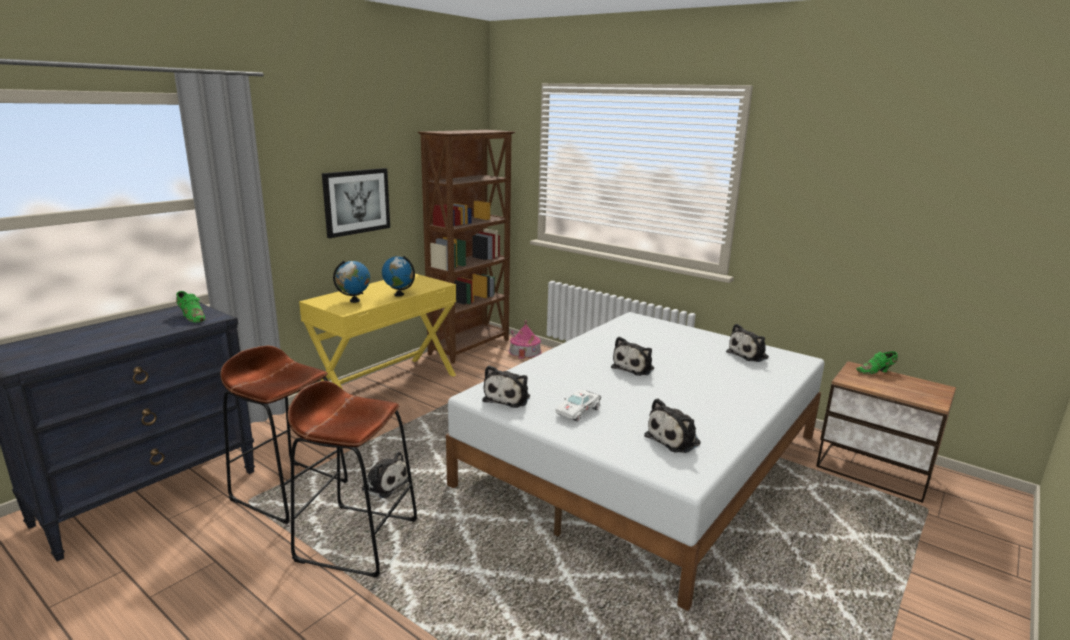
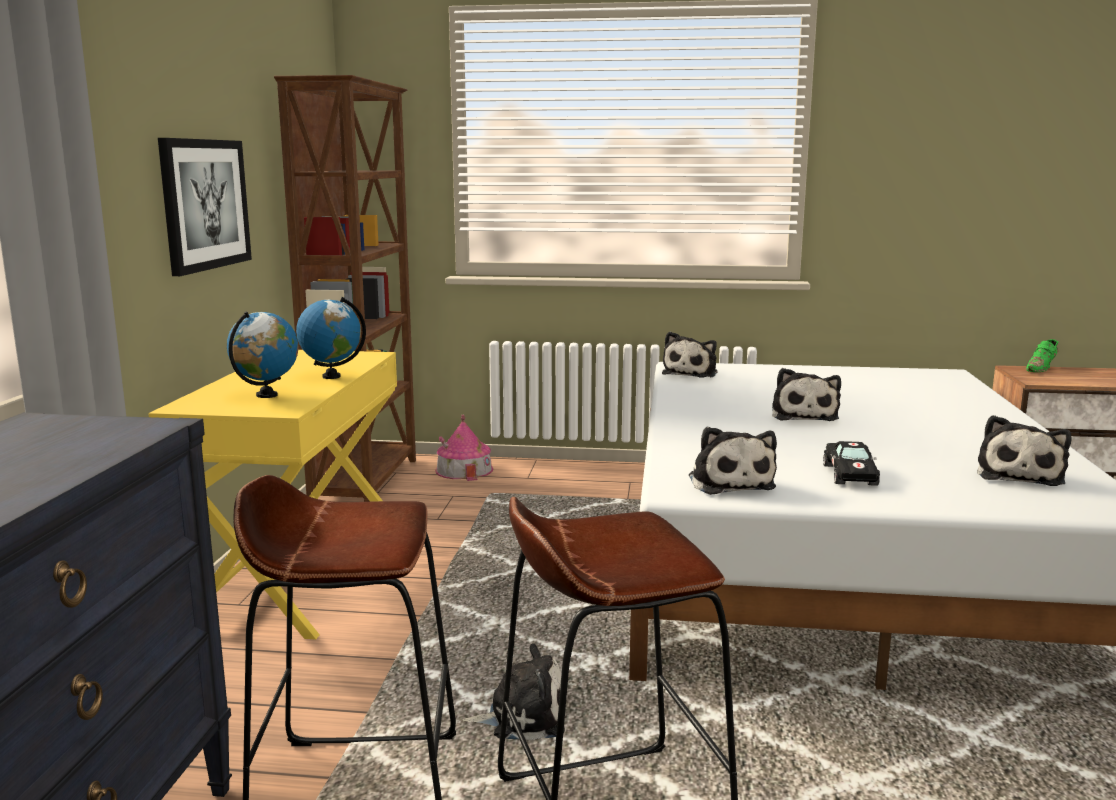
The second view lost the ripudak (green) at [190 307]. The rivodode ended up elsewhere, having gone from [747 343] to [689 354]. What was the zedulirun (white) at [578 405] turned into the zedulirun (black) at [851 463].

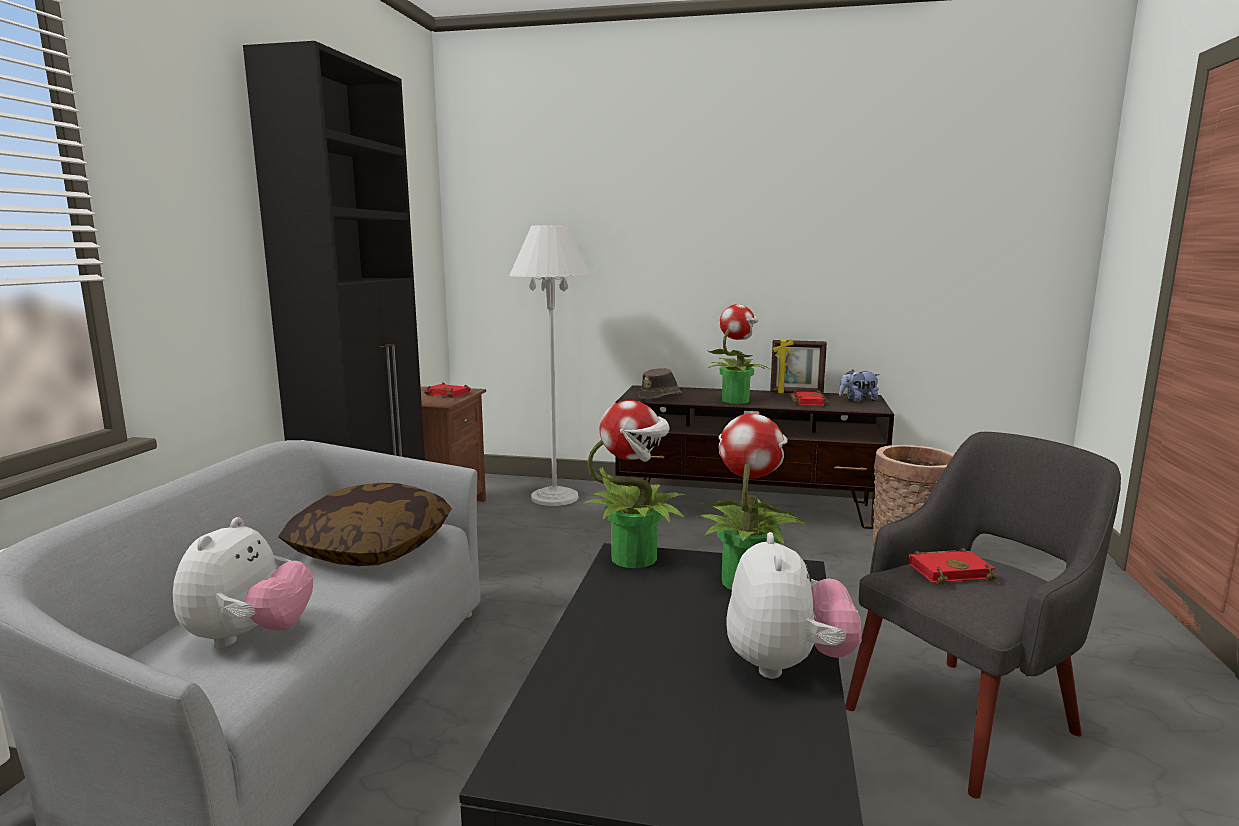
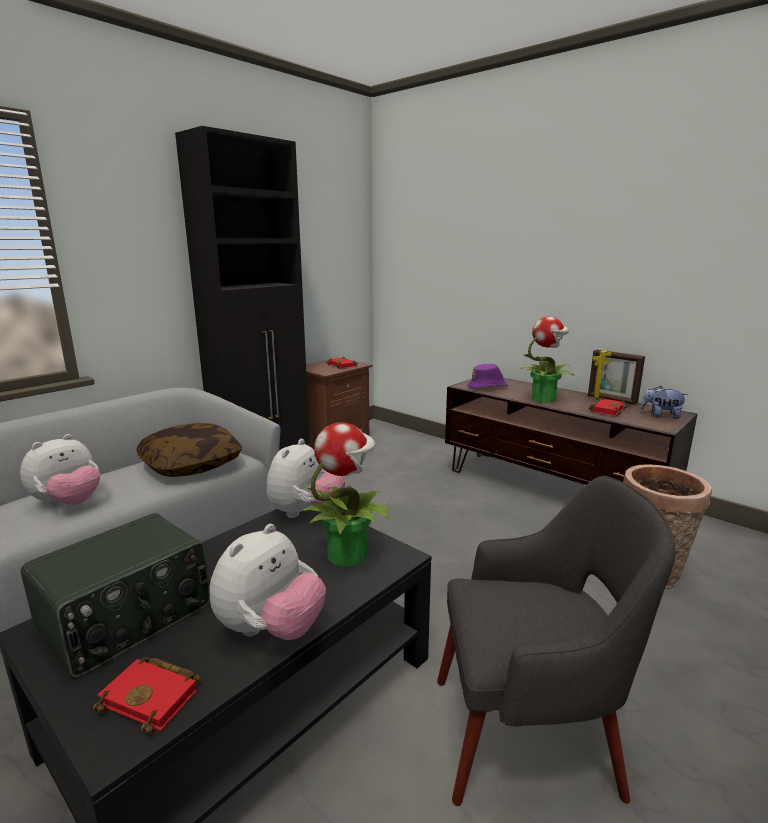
The second view lost the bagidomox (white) at [550 365]. The second view gained the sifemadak at [115 595]. The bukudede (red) ended up elsewhere, having gone from [952 566] to [146 695]. Where the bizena stood at [635 484], the rivodode came to stand at [306 478]. What was the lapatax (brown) at [660 383] turned into the lapatax (purple) at [487 376].

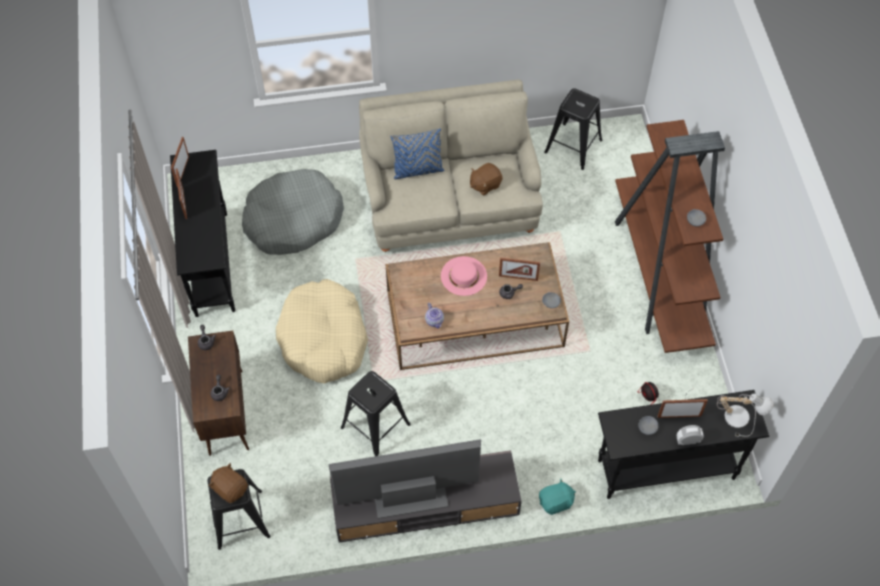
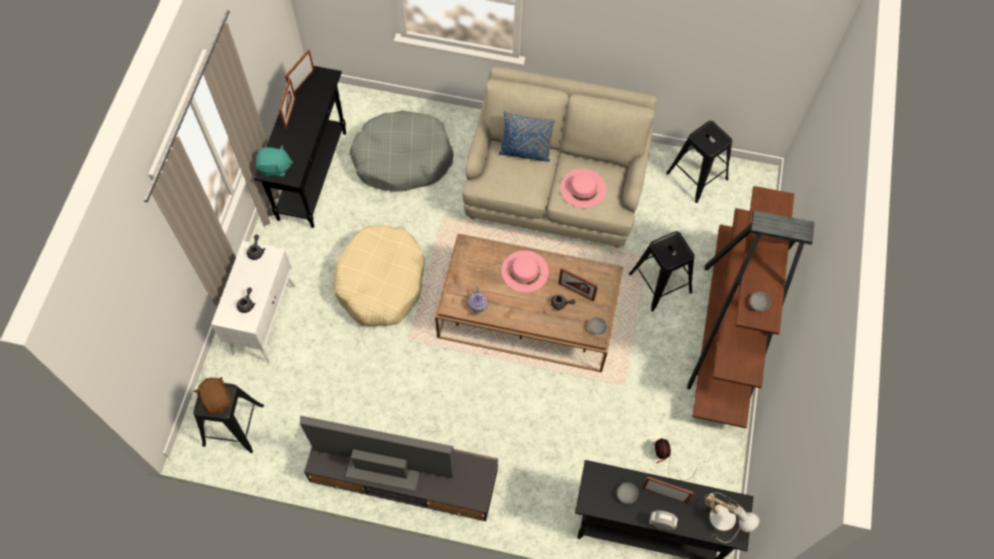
The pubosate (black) ended up elsewhere, having gone from [376 413] to [661 271]. The rivodode (turquoise) ended up elsewhere, having gone from [557 497] to [274 161]. Where the rivodode (brown) stood at [486 179], the lapatax (pink) came to stand at [583 188]. What was the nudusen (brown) at [218 393] turned into the nudusen (white) at [253 302].

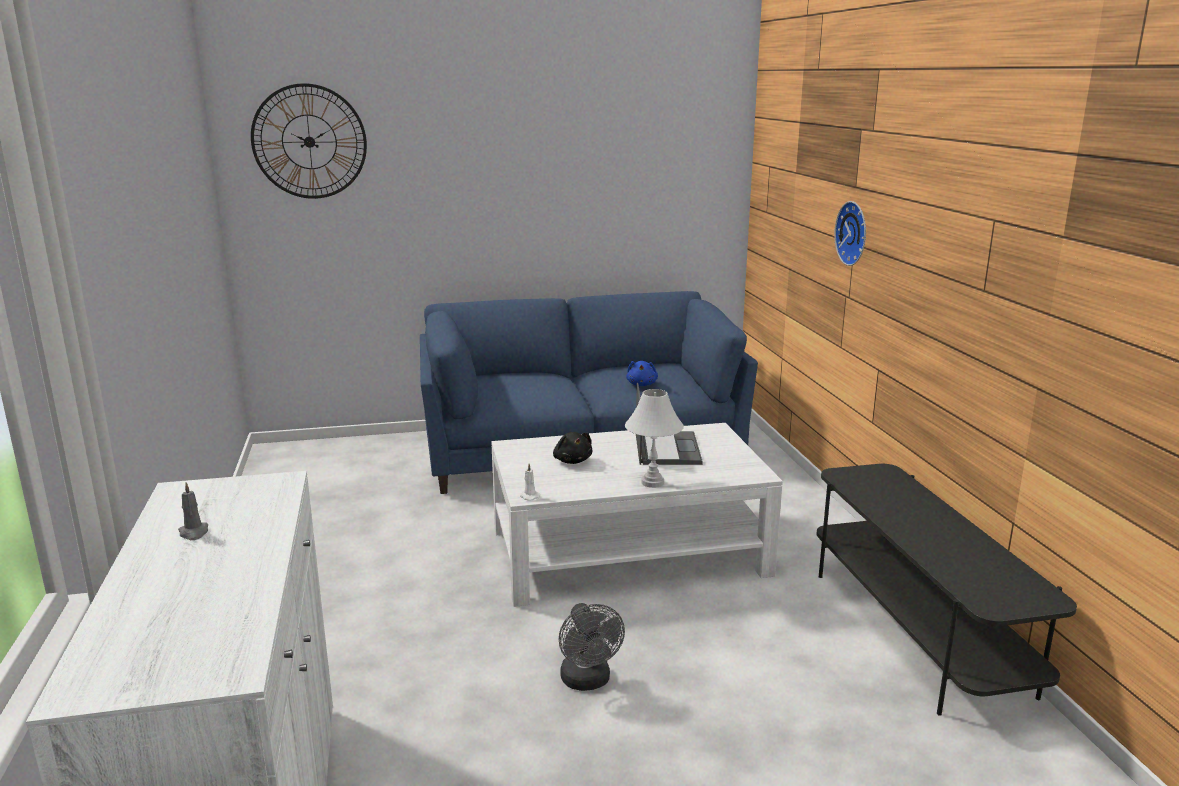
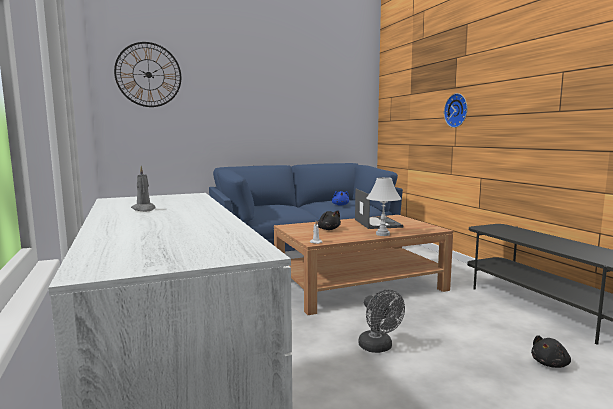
The second view gained the rivodode (black) at [551 351]. What was the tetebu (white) at [637 515] turned into the tetebu (brown) at [363 265].

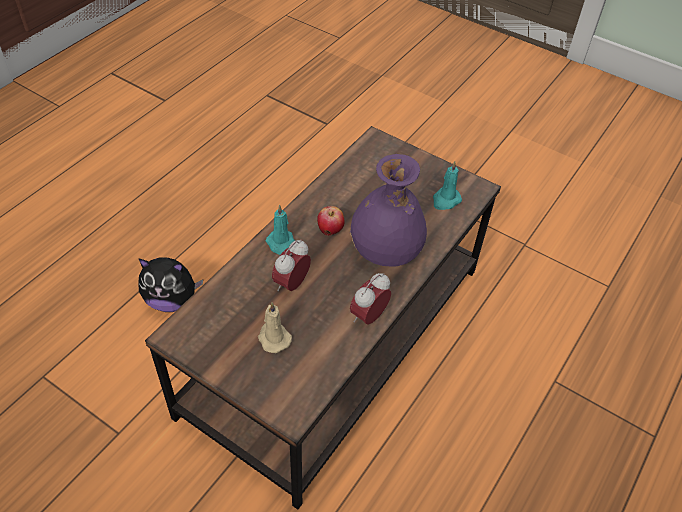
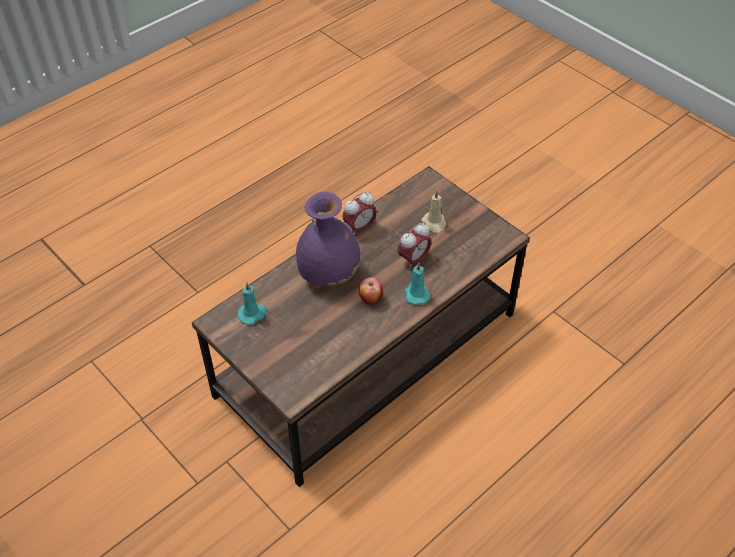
The second view lost the rivodode at [170 284].

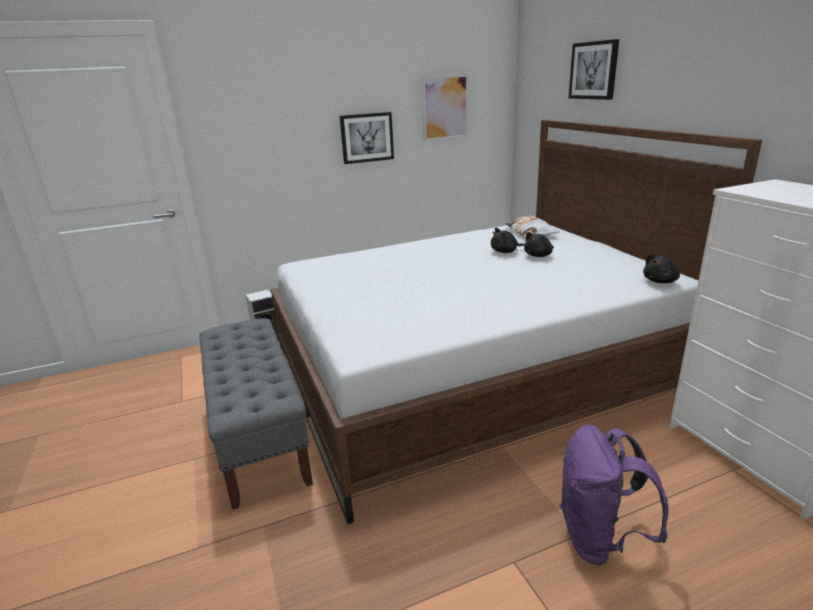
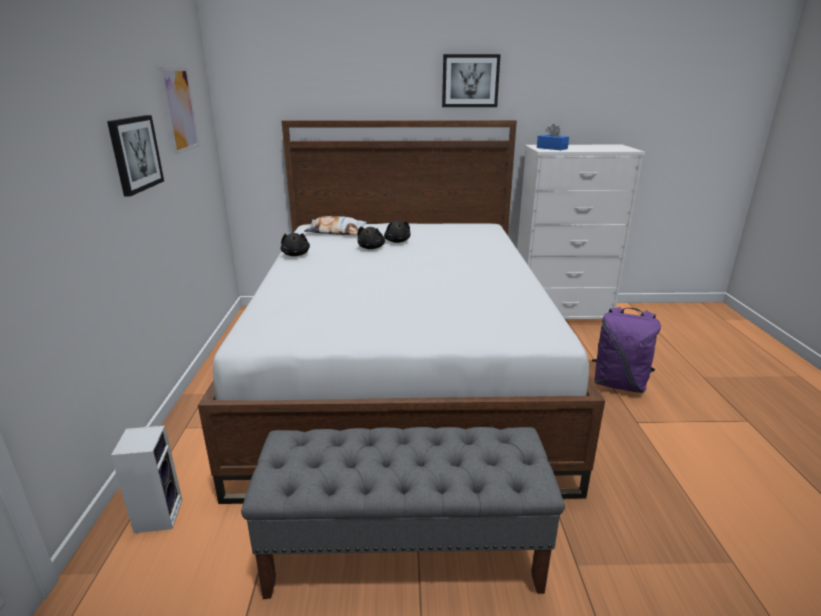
The second view gained the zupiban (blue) at [553 137]. The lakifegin ended up elsewhere, having gone from [594 69] to [471 80]. The rivodode (black) ended up elsewhere, having gone from [661 268] to [295 244].

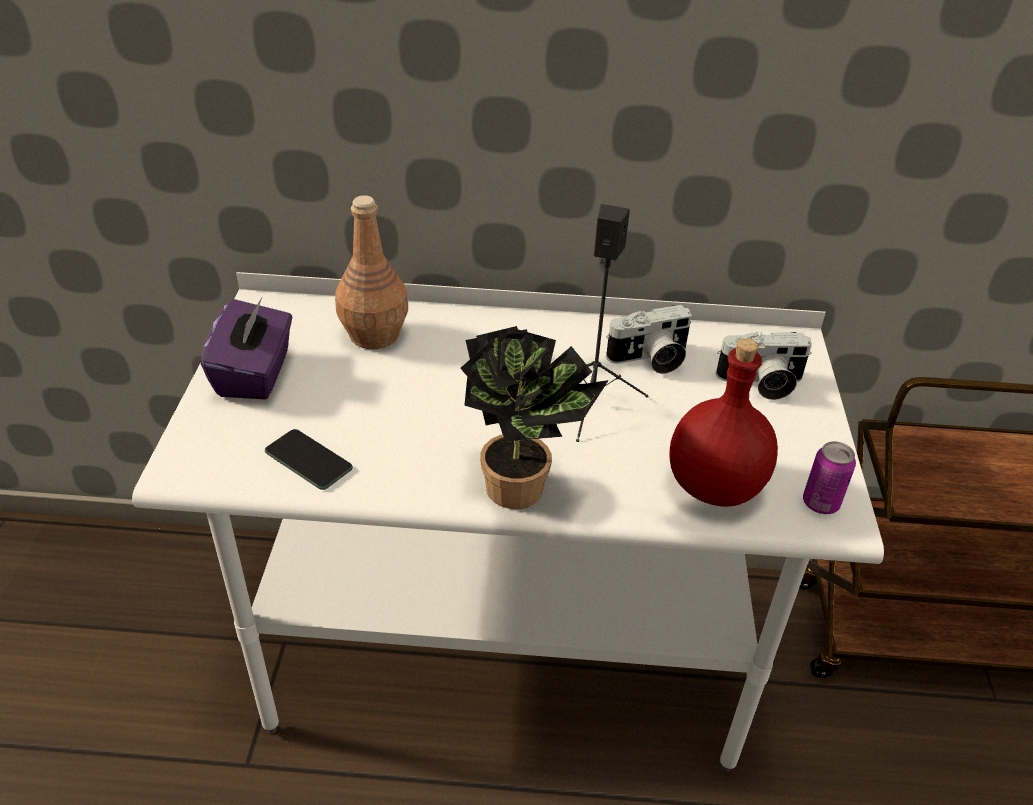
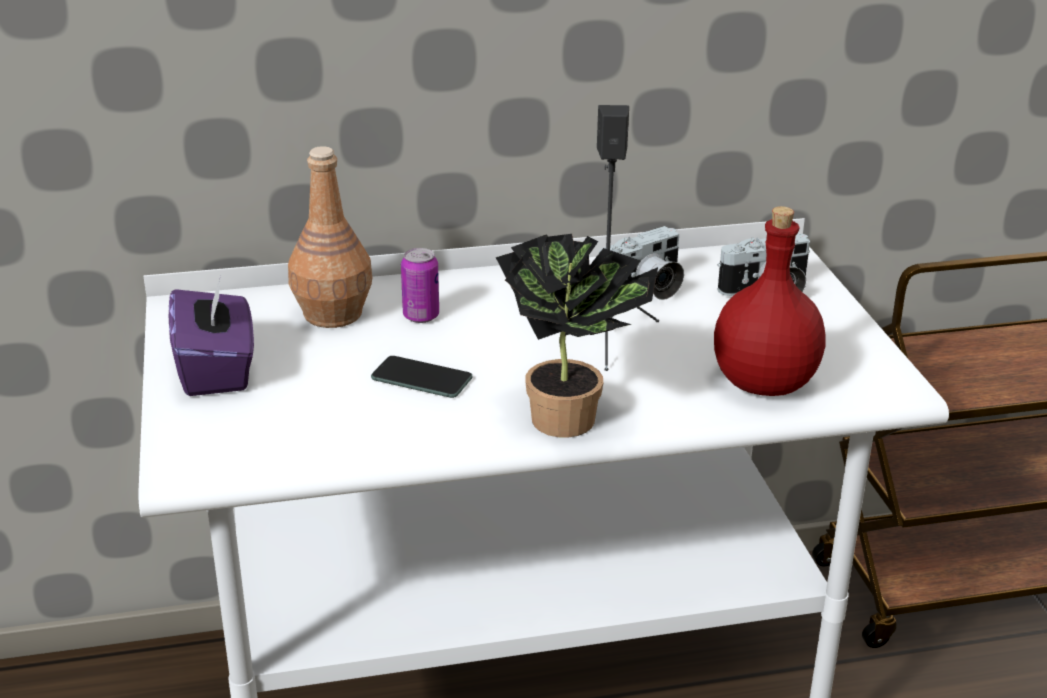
The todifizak ended up elsewhere, having gone from [309 459] to [422 377]. The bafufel ended up elsewhere, having gone from [829 477] to [420 285].

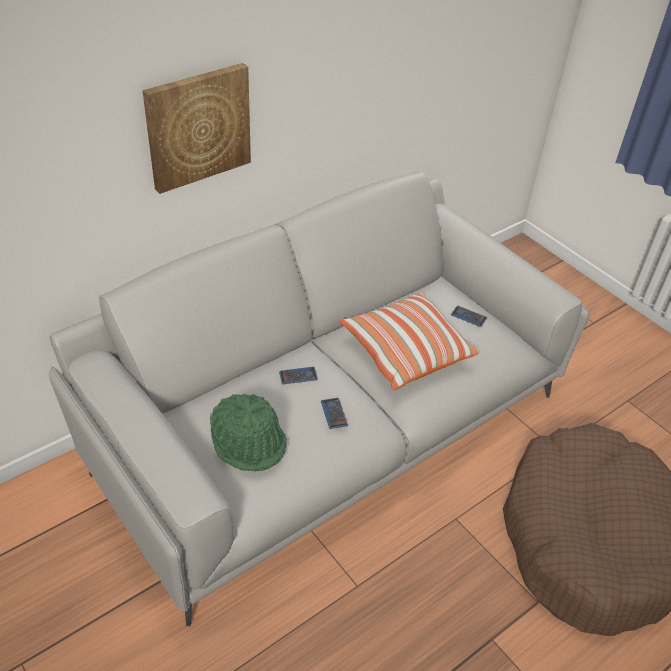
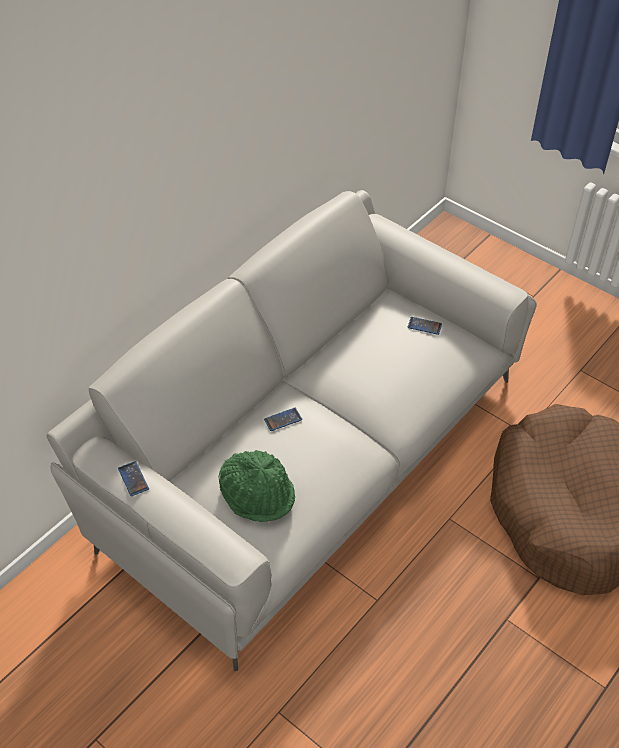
The second view lost the lakifegin at [197 128]. The second view lost the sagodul at [410 341]. The todifizak ended up elsewhere, having gone from [334 413] to [133 478].

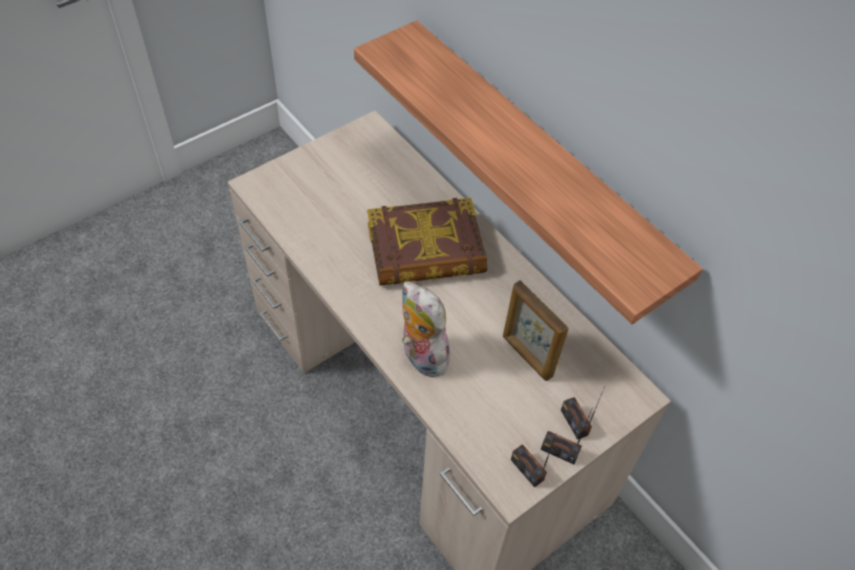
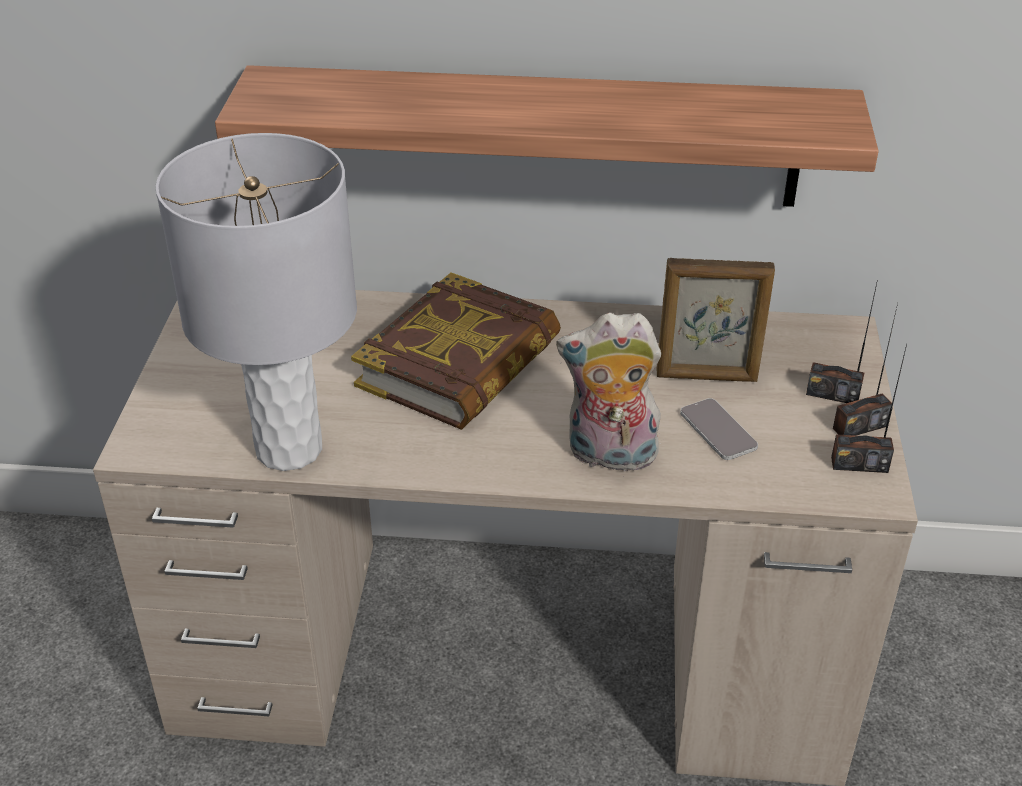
The second view gained the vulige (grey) at [256 302]. The second view gained the todifizak at [719 429].

